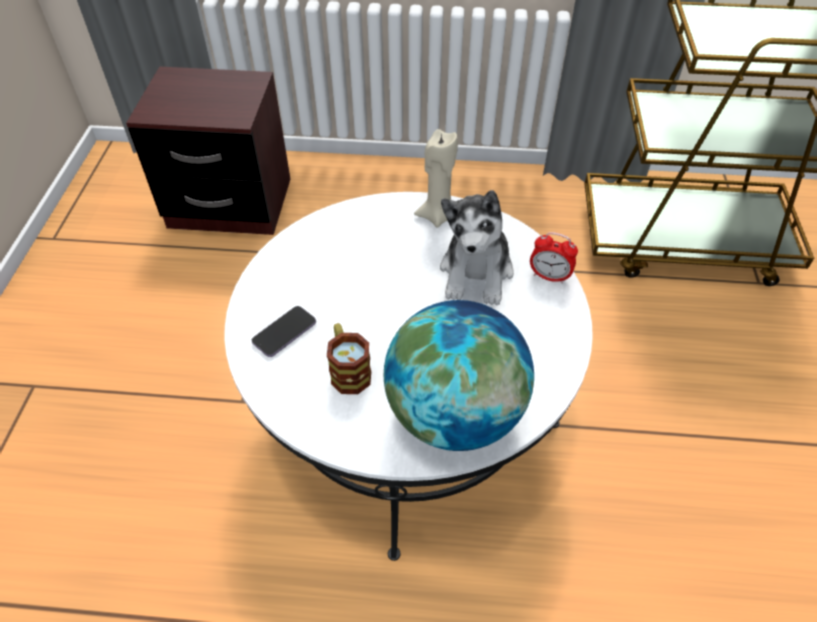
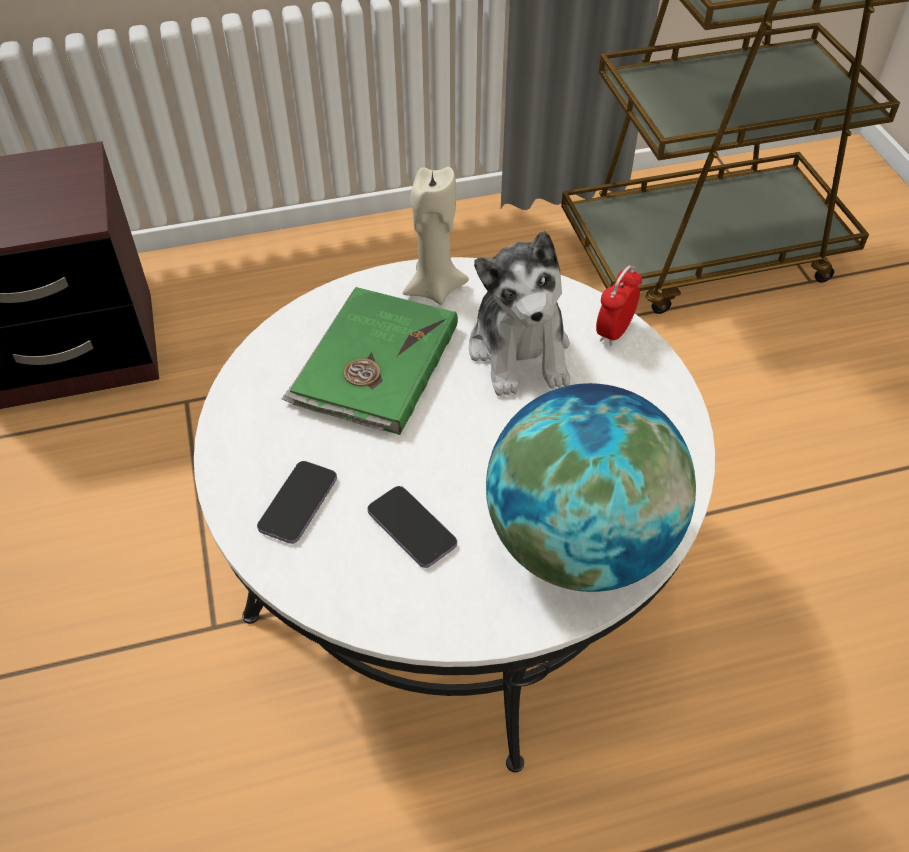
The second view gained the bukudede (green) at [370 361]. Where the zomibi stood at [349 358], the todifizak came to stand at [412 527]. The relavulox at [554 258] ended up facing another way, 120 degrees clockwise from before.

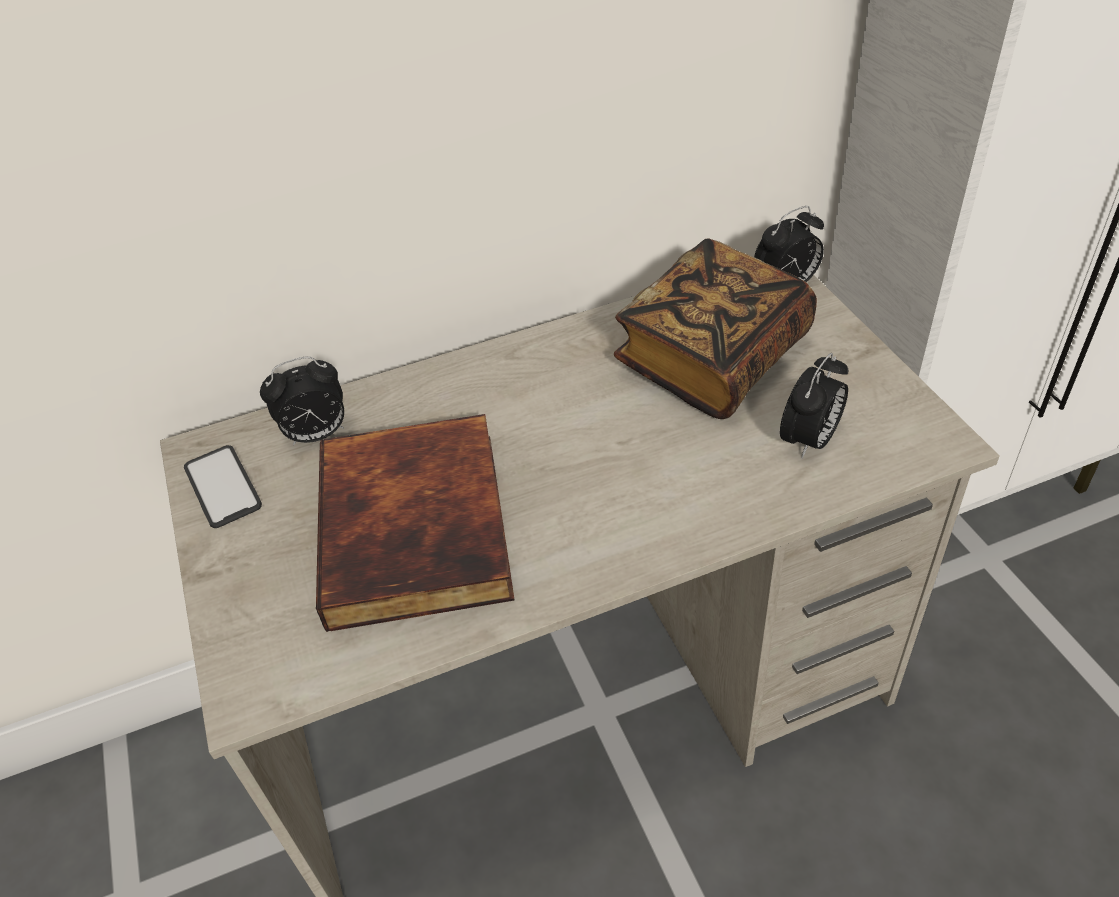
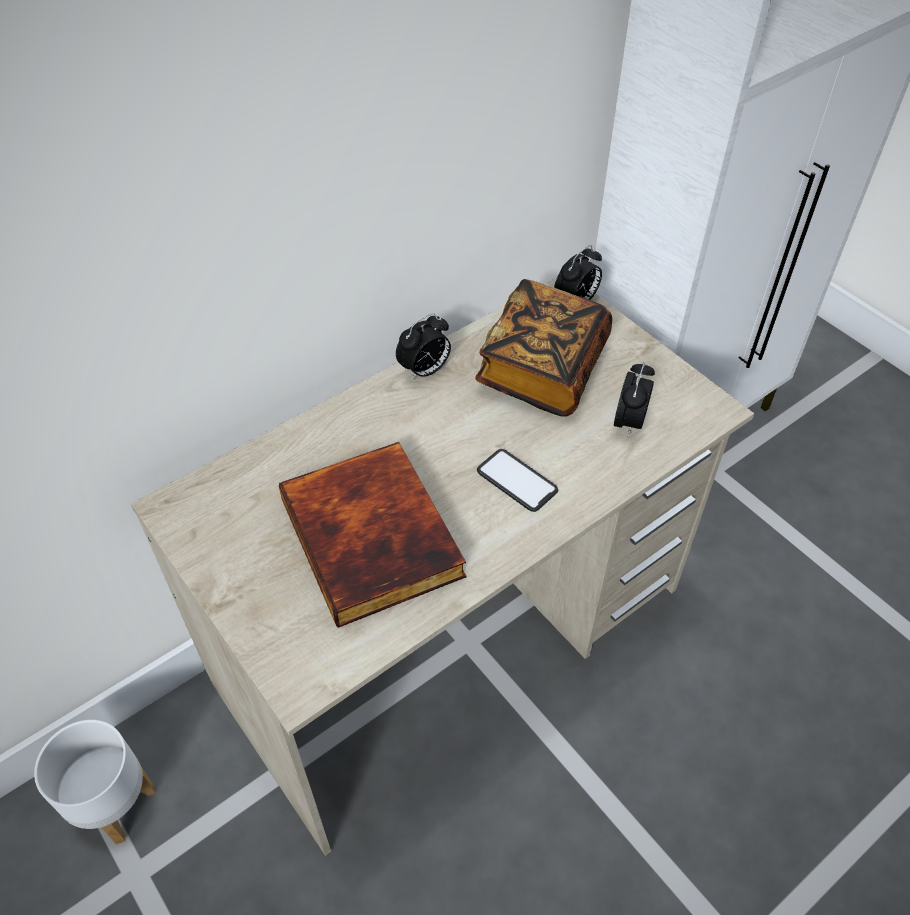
The second view gained the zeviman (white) at [95 782]. The todifizak ended up elsewhere, having gone from [223 486] to [517 480]. The relavulox ended up elsewhere, having gone from [302 401] to [423 347].

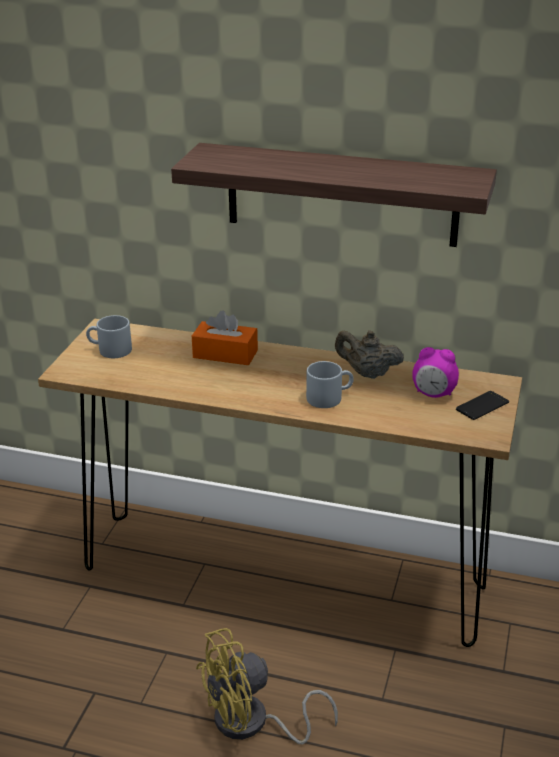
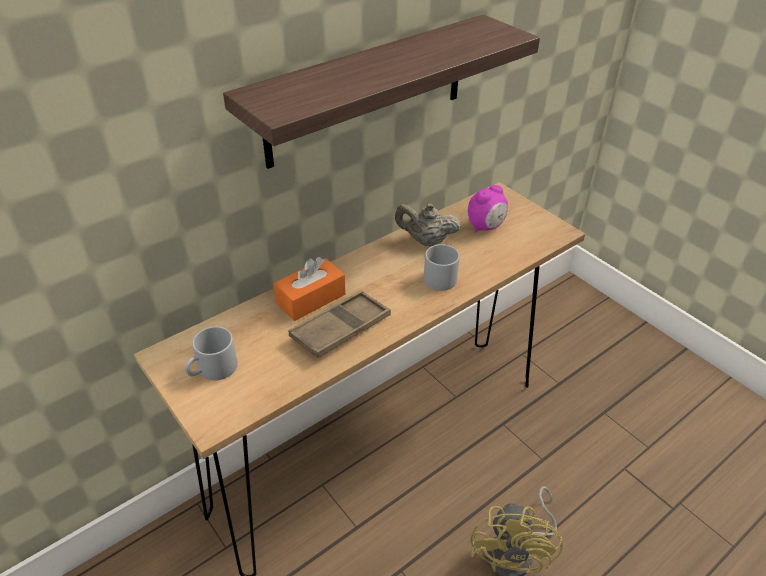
The second view lost the todifizak at [482 405]. The second view gained the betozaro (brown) at [340 324]. The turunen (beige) at [369 354] ended up facing another way, 45 degrees clockwise from before.

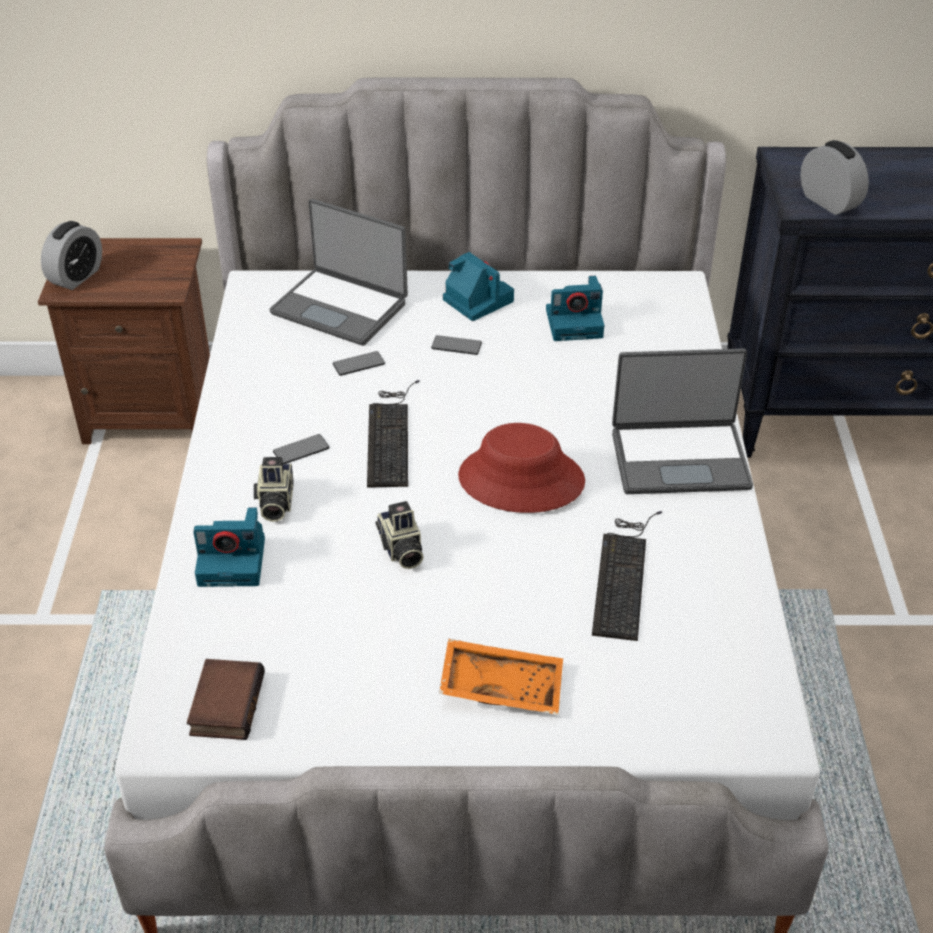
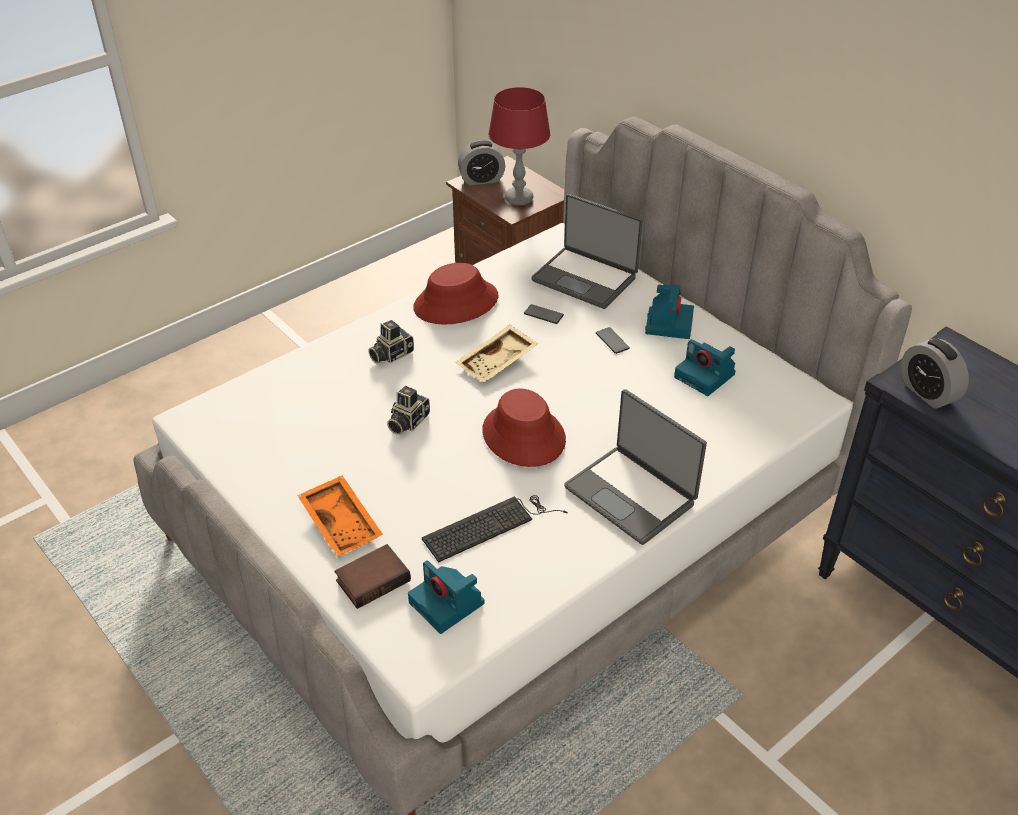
The second view lost the todifizak at [301 449]. The second view gained the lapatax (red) at [456 294]. The second view gained the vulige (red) at [519 146]. The bukudede ended up elsewhere, having gone from [226 699] to [372 576]. The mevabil ended up elsewhere, having gone from [229 547] to [446 597]. Where the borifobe stood at [393 434], the betozaro (beige) came to stand at [496 353]. The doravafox at [339 272] ended up facing another way, 45 degrees counterclockwise from before. The relavulox at [834 177] ended up facing another way, 135 degrees clockwise from before.

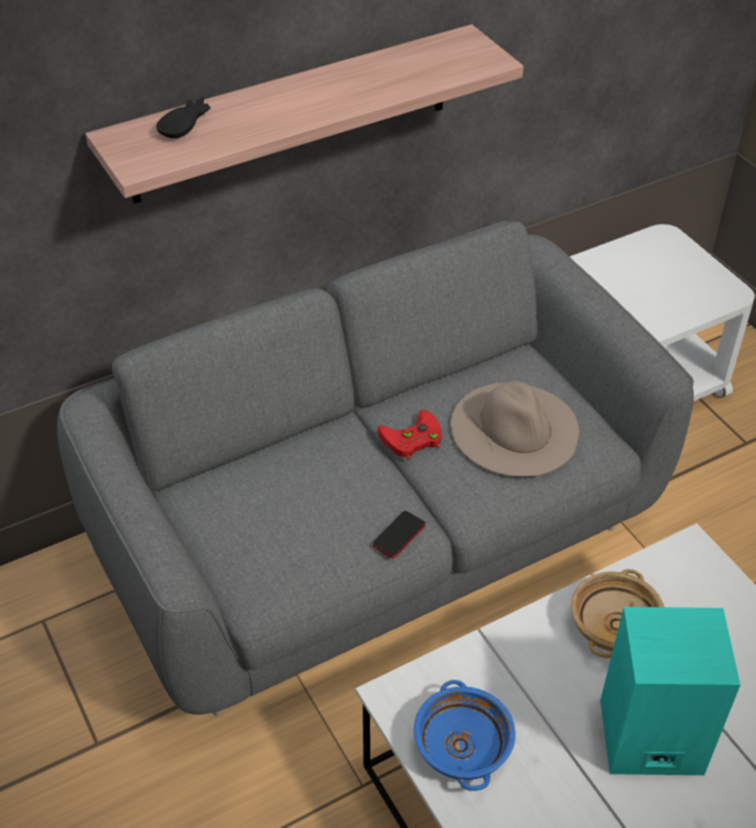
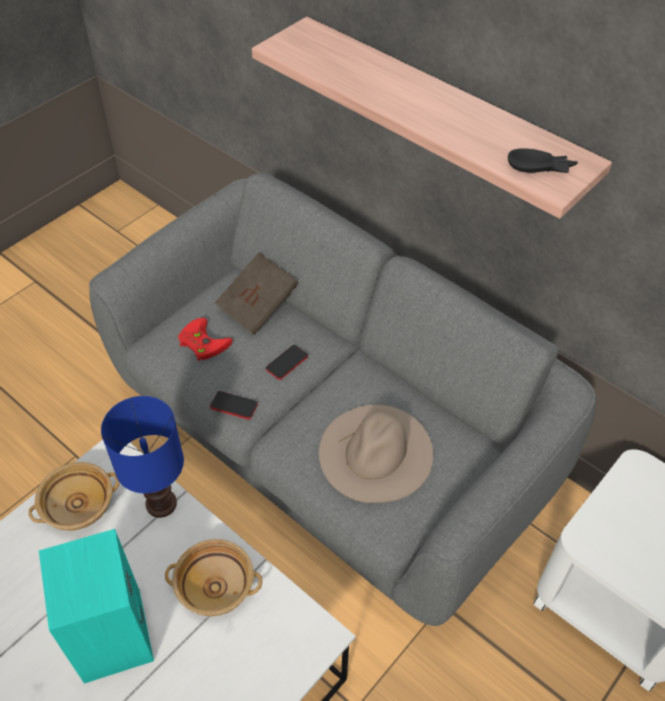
The second view gained the vulige (blue) at [142 457]. The second view gained the bukudede (brown) at [256 293]. The second view gained the todifizak at [286 362]. The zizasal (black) ended up elsewhere, having gone from [183 117] to [543 160]. The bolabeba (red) ended up elsewhere, having gone from [409 435] to [205 339]. What was the zizasal (blue) at [465 735] turned into the zizasal (beige) at [74 496].

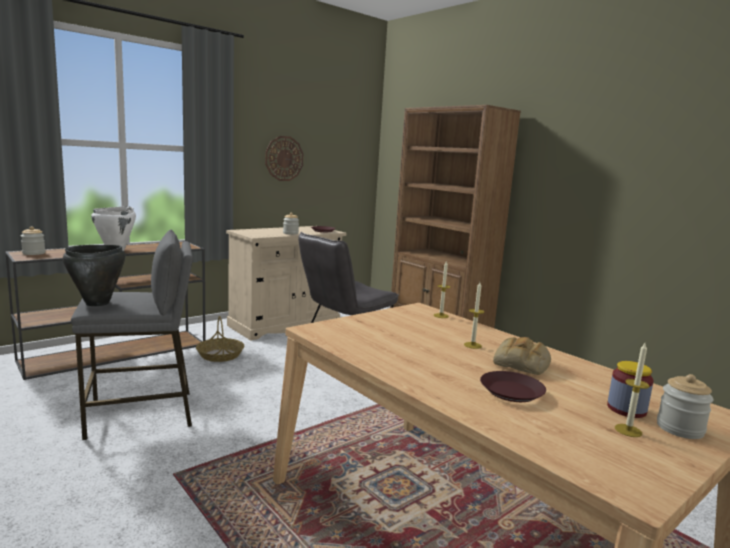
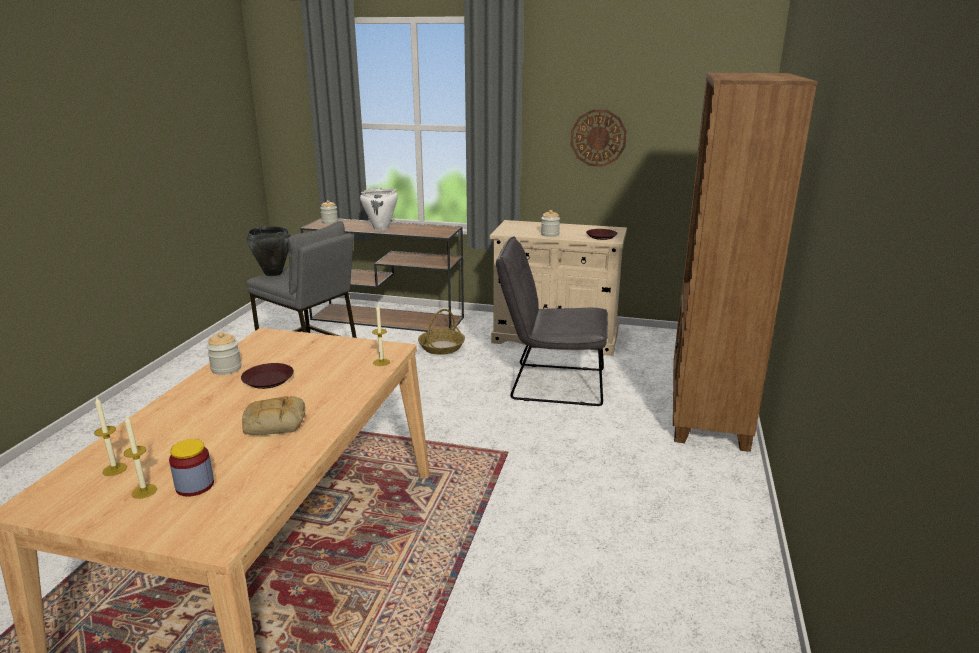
The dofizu ended up elsewhere, having gone from [474 315] to [110 436]. The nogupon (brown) ended up elsewhere, having gone from [513 386] to [267 376]. The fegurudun ended up elsewhere, having gone from [685 406] to [224 353].

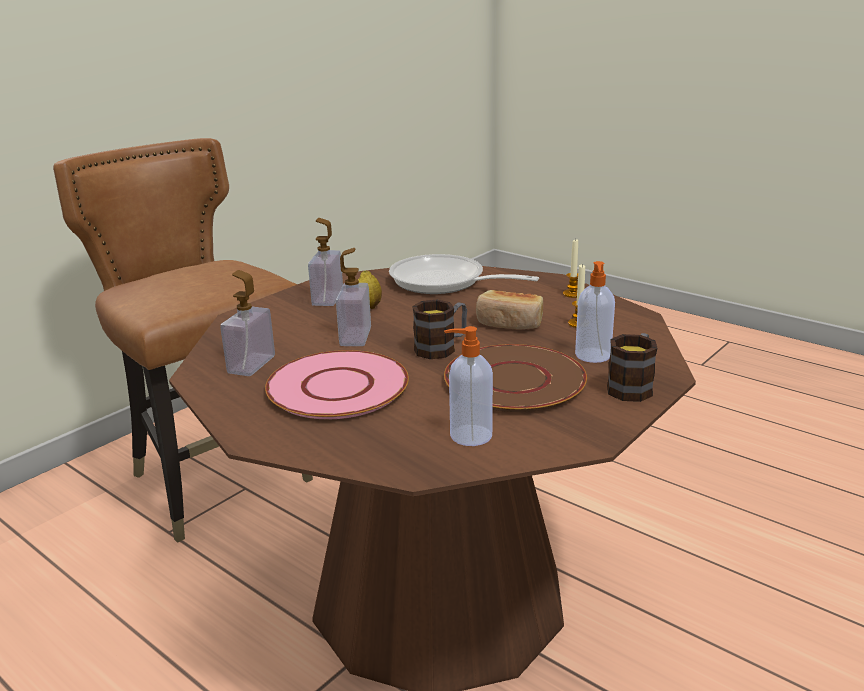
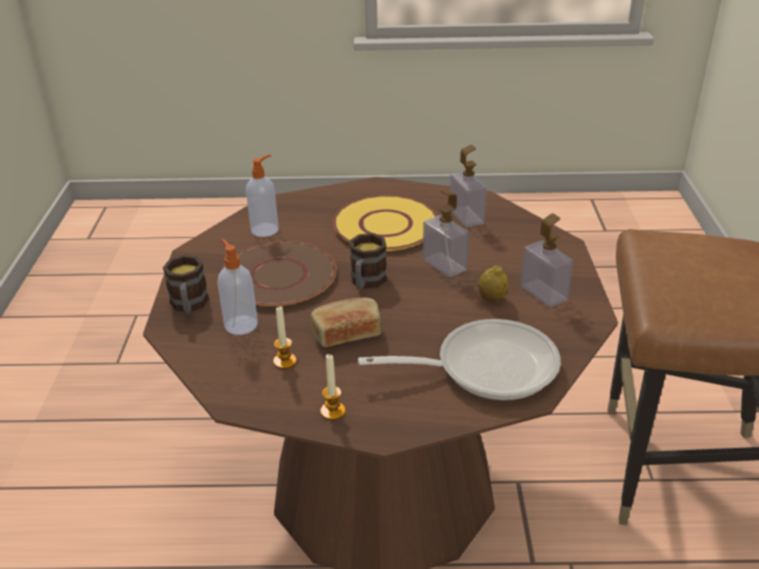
What was the nogupon (pink) at [337 384] turned into the nogupon (yellow) at [385 223].

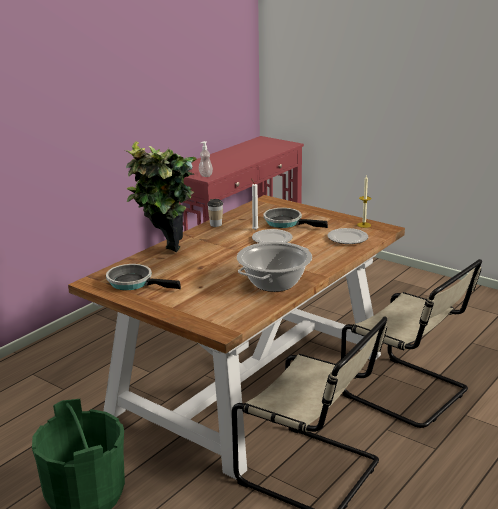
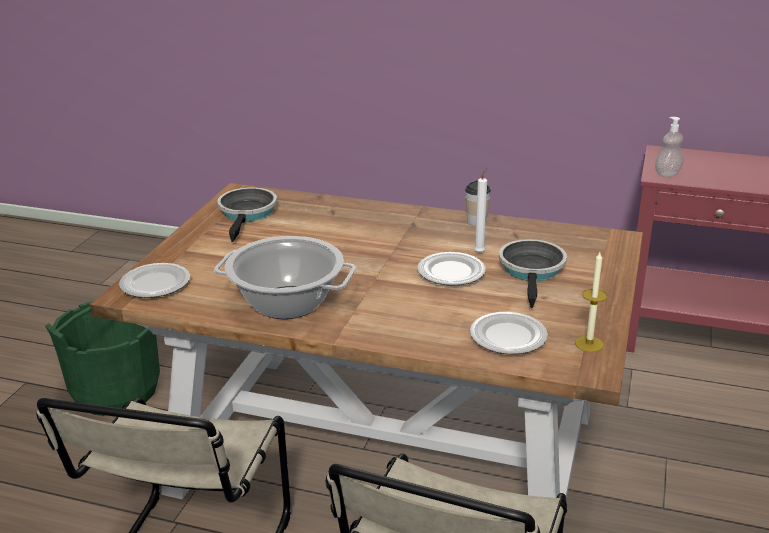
The second view lost the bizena at [161 196]. The second view gained the nogupon at [154 280].

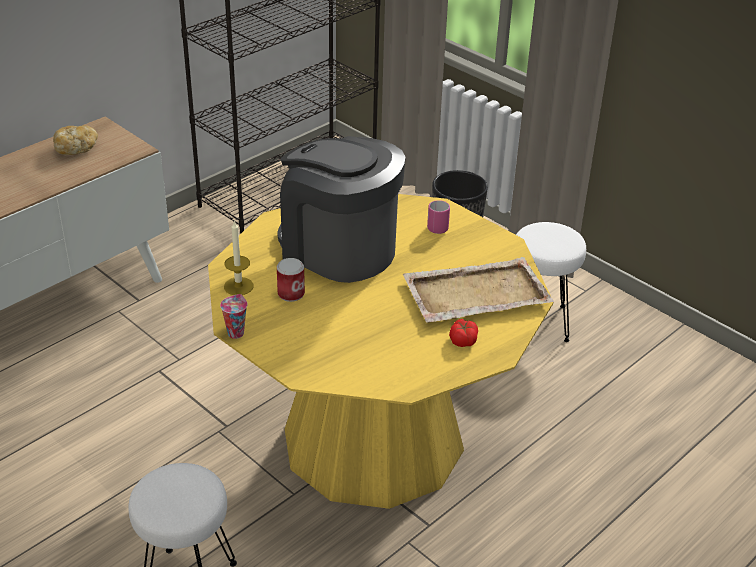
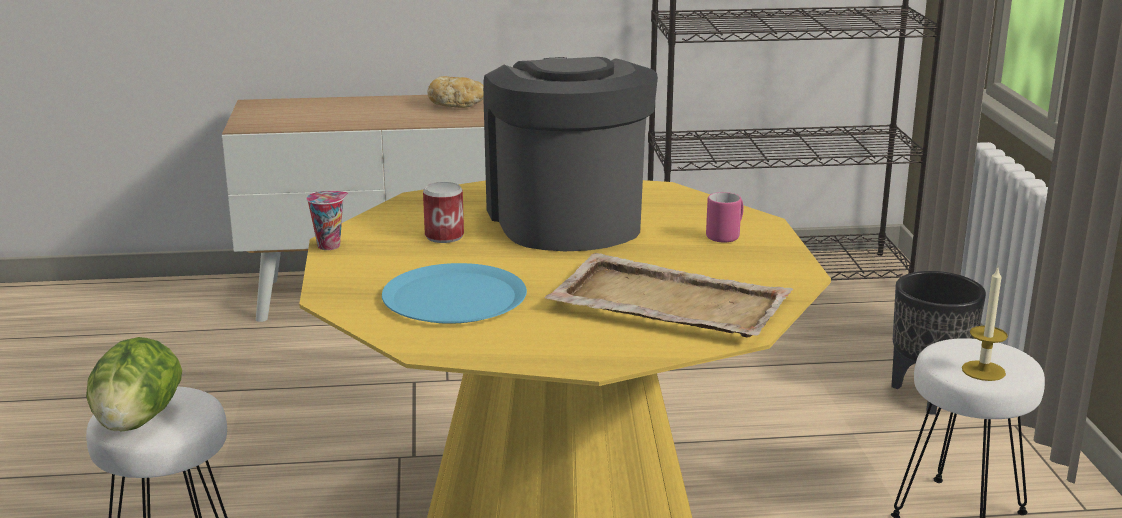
The second view lost the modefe at [463 333]. The second view gained the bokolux at [134 384]. The second view gained the nogupon (blue) at [454 293]. The dofizu ended up elsewhere, having gone from [239 257] to [985 324].

